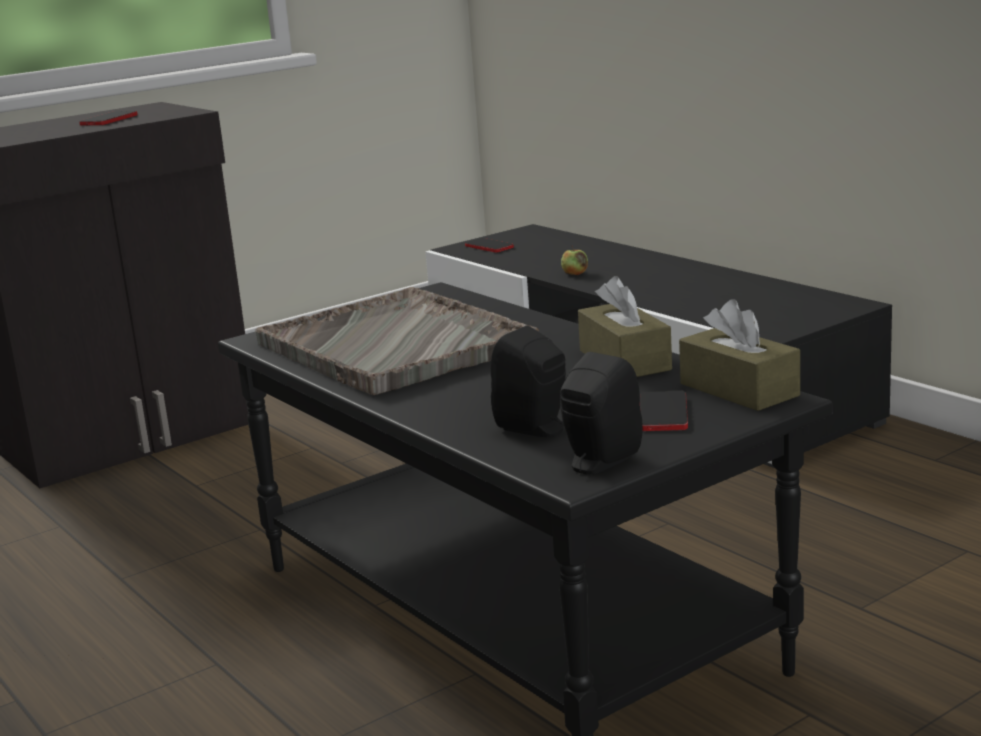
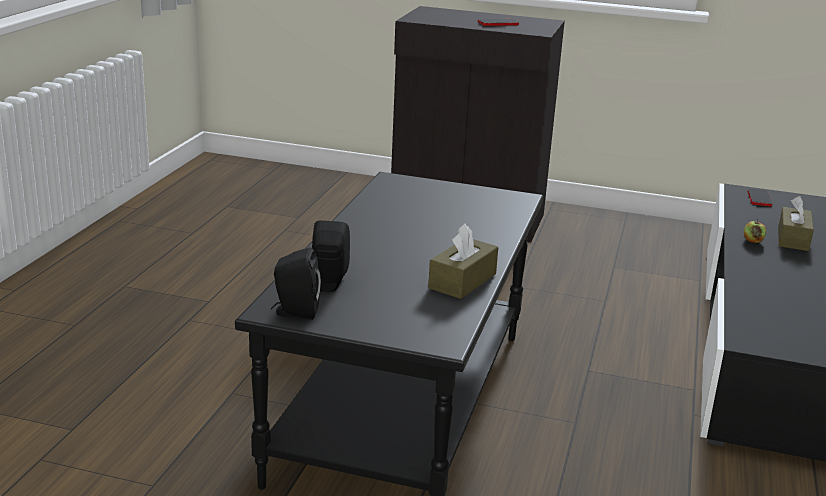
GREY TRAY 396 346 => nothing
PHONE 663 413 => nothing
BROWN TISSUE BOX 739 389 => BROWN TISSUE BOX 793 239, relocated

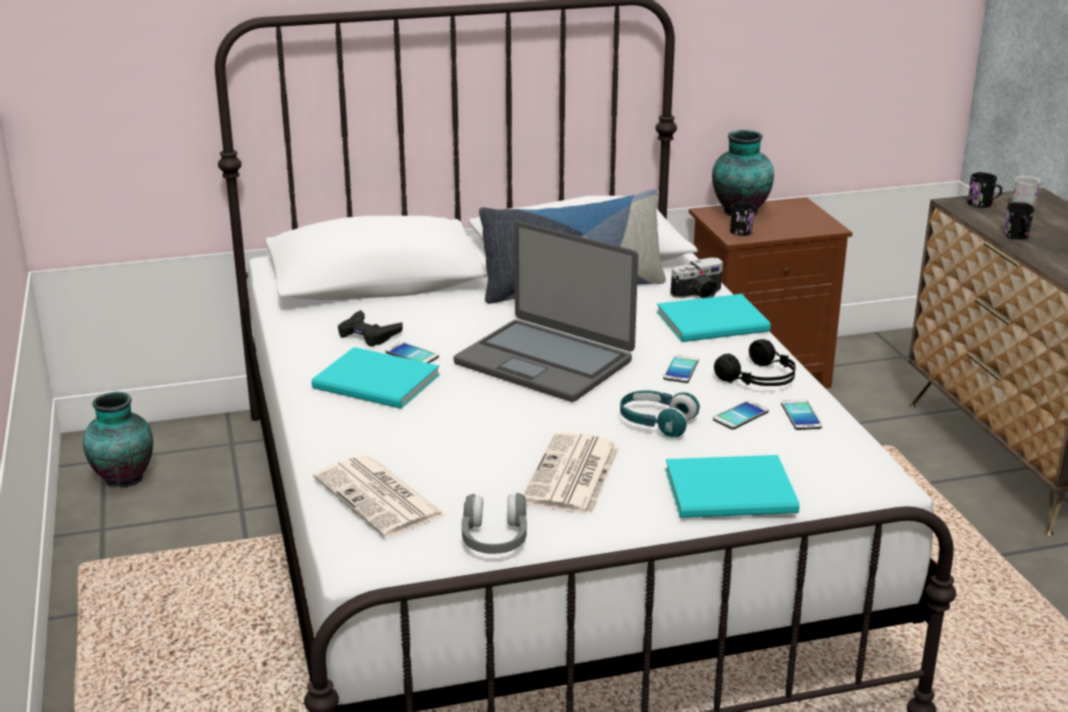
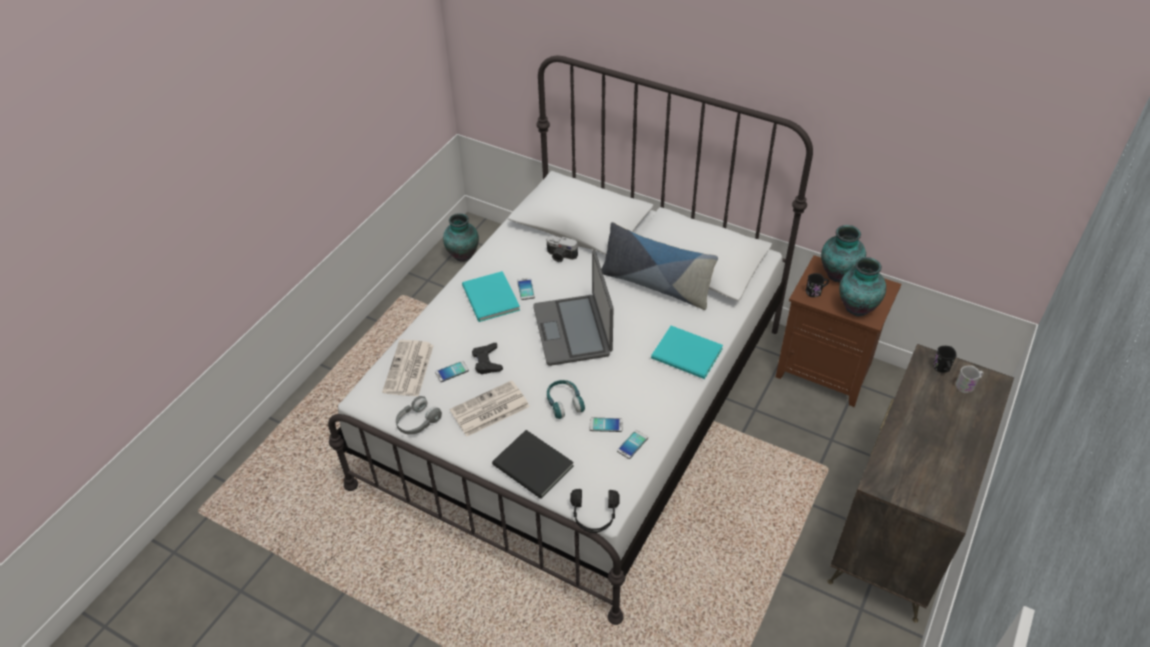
BLACK MUG 1017 237 => nothing
nothing => VASE 856 307
BLACK GAME CONTROLLER 368 334 => BLACK GAME CONTROLLER 487 361, relocated
PHONE 681 370 => PHONE 452 371, relocated
PHOTO CAMERA 699 295 => PHOTO CAMERA 560 256, relocated
BLACK HEADPHONES 760 379 => BLACK HEADPHONES 594 515, relocated
TURQUOISE BOOK 734 492 => BLACK BOOK 533 467

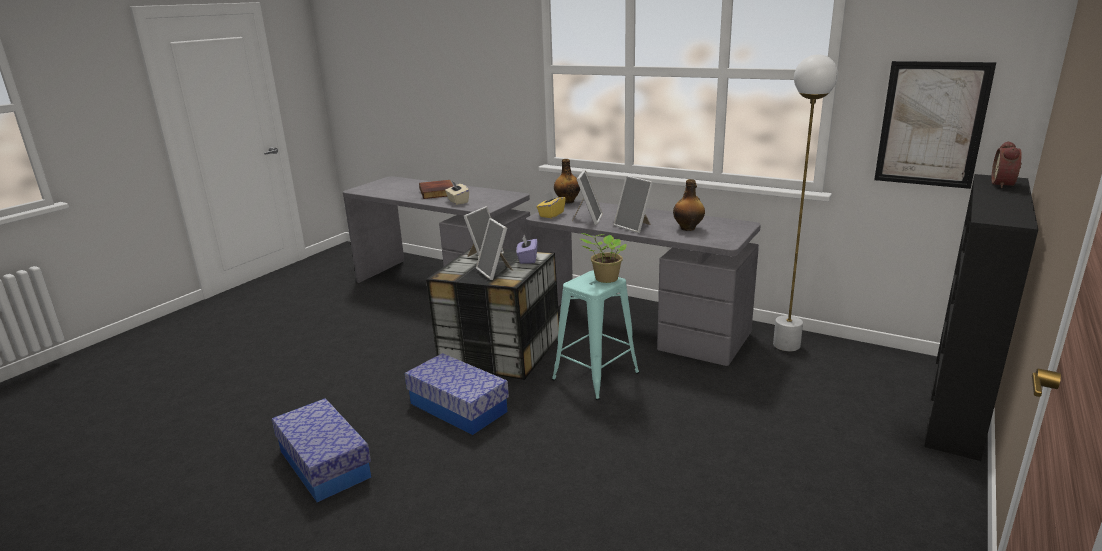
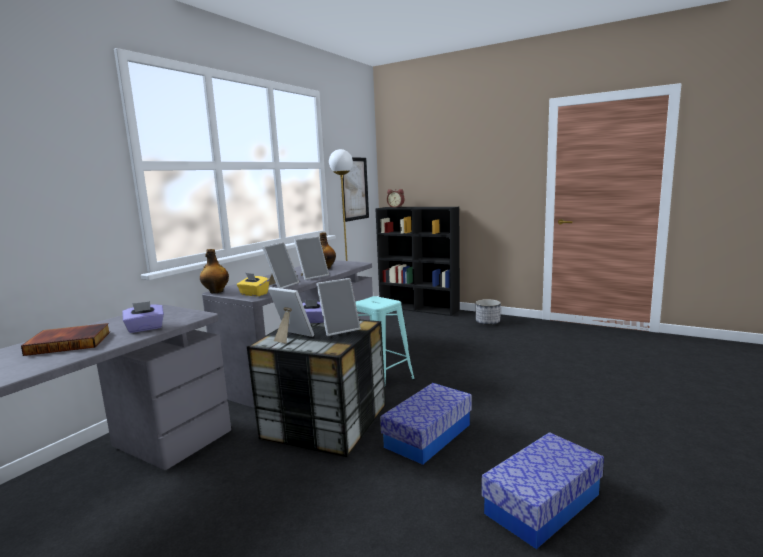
POTTED PLANT 605 279 => nothing
nothing => PLANTER 487 322
BEIGE TISSUE BOX 457 201 => PURPLE TISSUE BOX 145 328
PICTURE FRAME 587 219 => PICTURE FRAME 281 285, 105 degrees clockwise

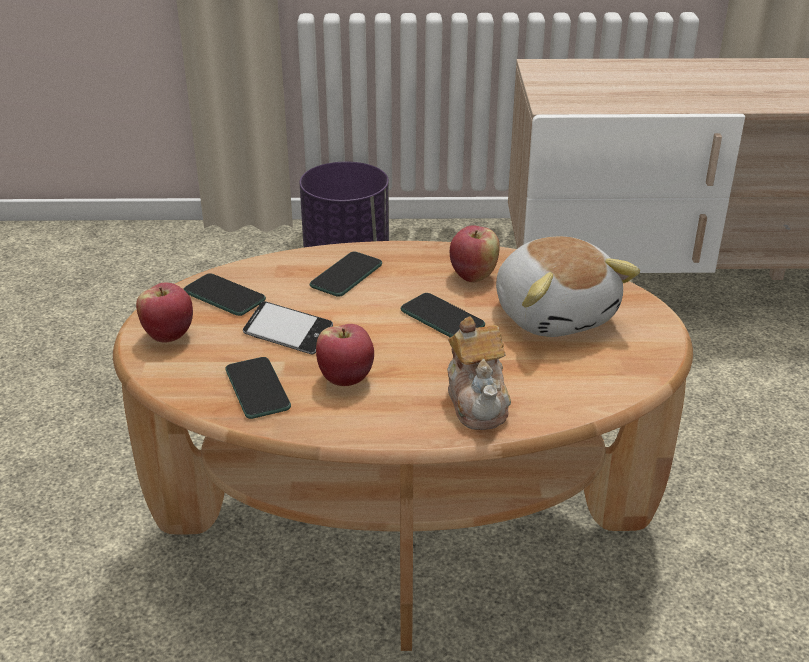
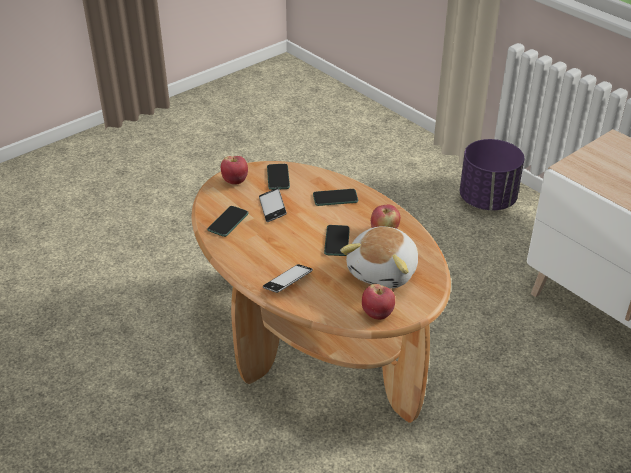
APPLE 346 379 => APPLE 377 314, relocated
TEAPOT 478 401 => PHONE 288 282

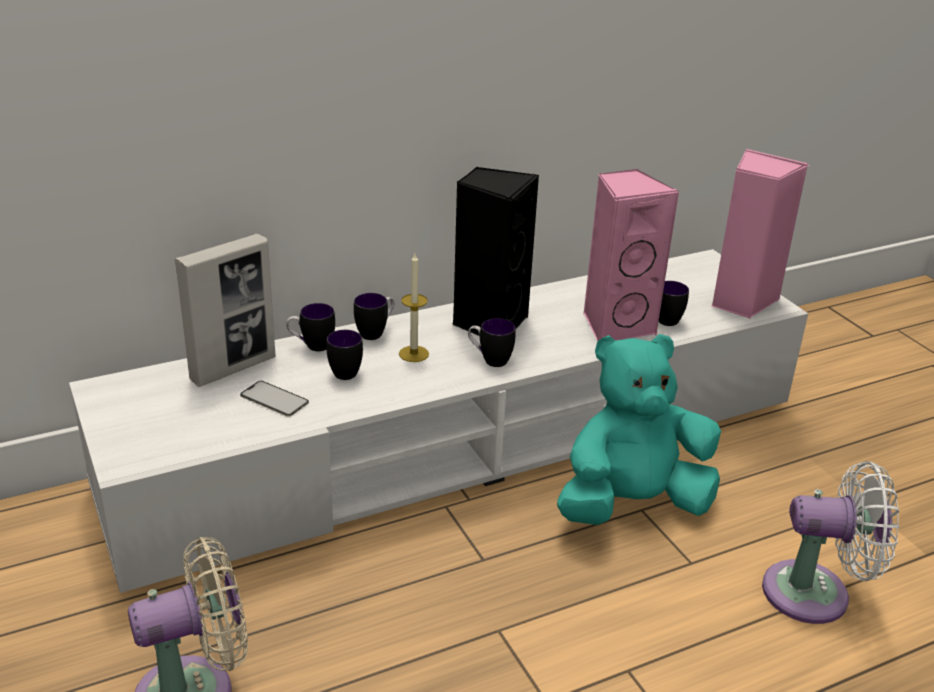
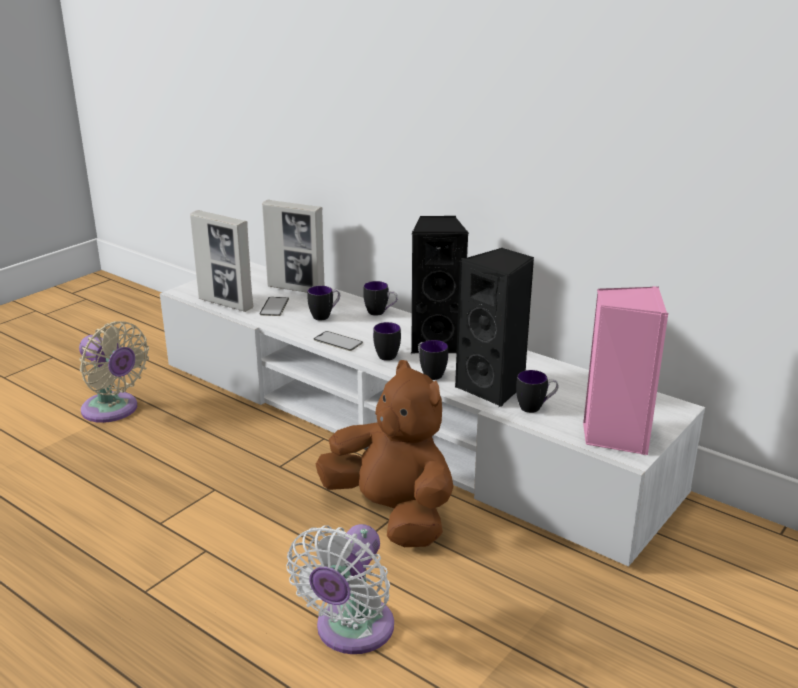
CANDLE 413 354 => nothing
nothing => PICTURE FRAME 226 303
nothing => PHONE 338 341
MUG 312 346 => MUG 430 373, relocated
TURQUOISE PLUSH TOY 631 504 => BROWN PLUSH TOY 392 513
PINK SPEAKER 616 325 => BLACK SPEAKER 494 388
WHITE FAN 815 593 => WHITE FAN 351 632, 45 degrees clockwise

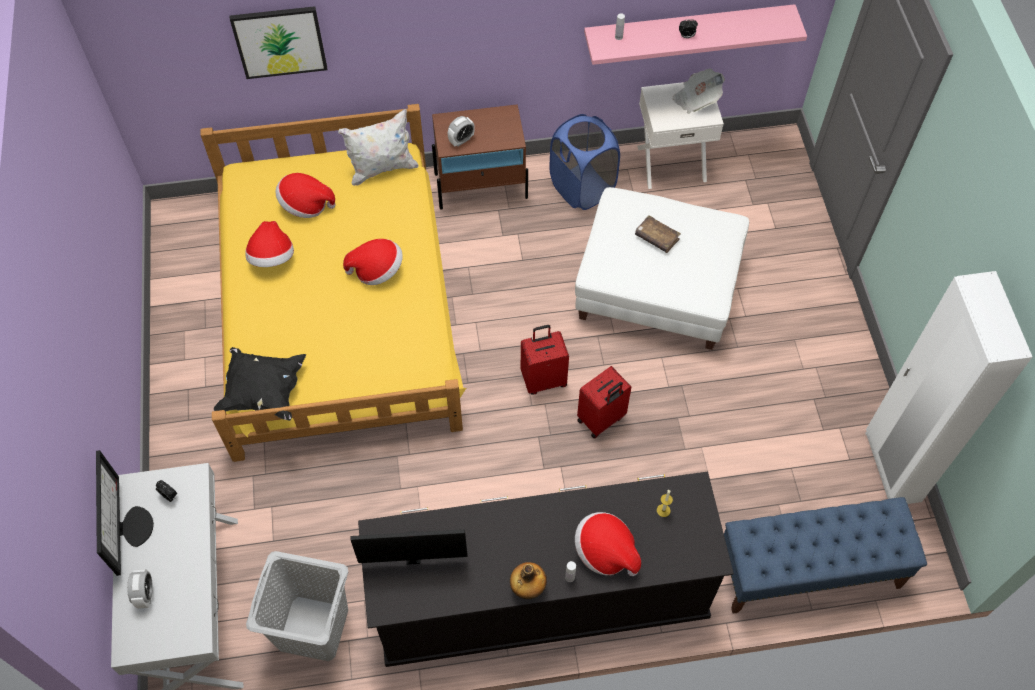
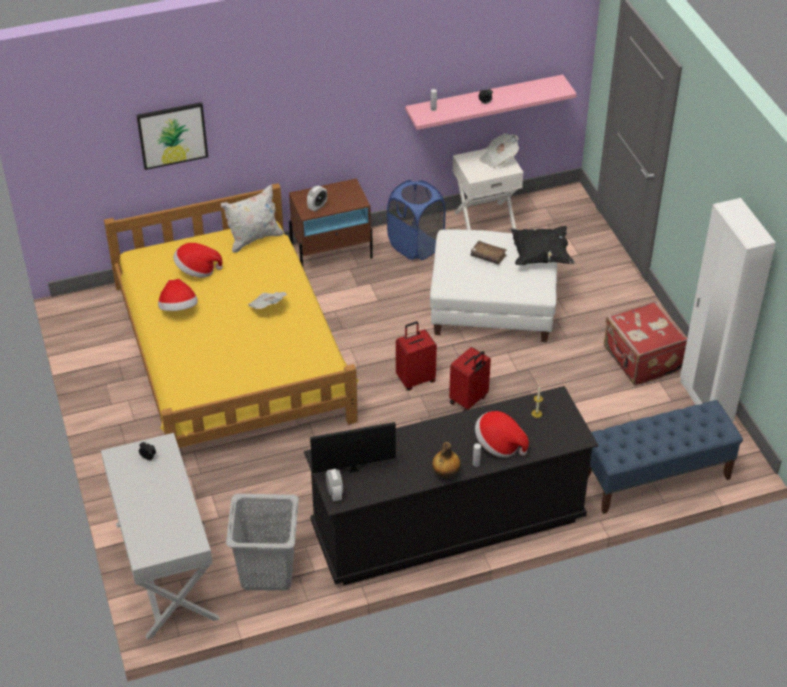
MONITOR 132 526 => nothing
nothing => RED SUITCASE 641 360
ALARM CLOCK 146 594 => ALARM CLOCK 334 493, relocated
BLACK PILLOW 263 391 => BLACK PILLOW 540 256, relocated
HAT 377 270 => NEWSPAPER 267 307

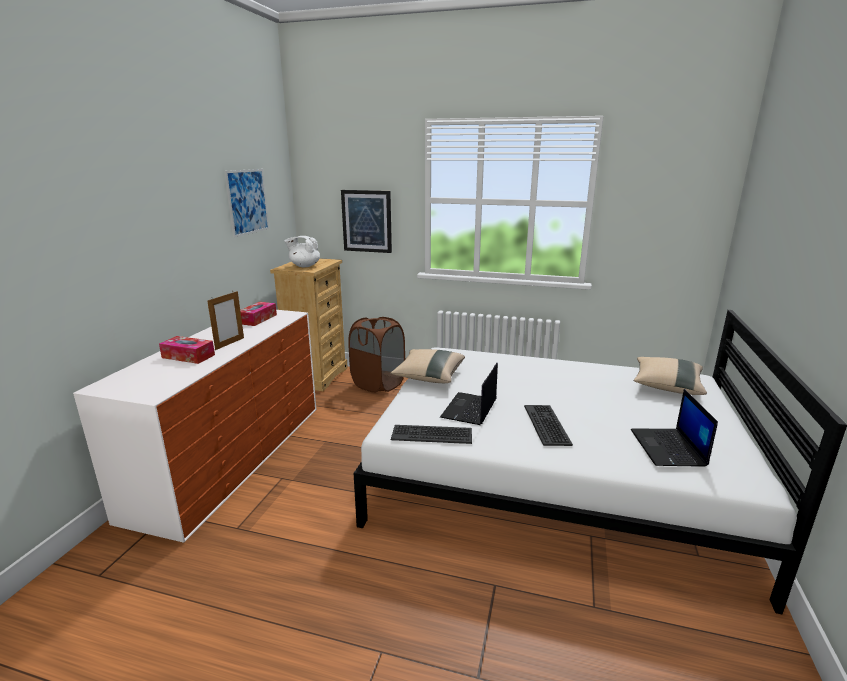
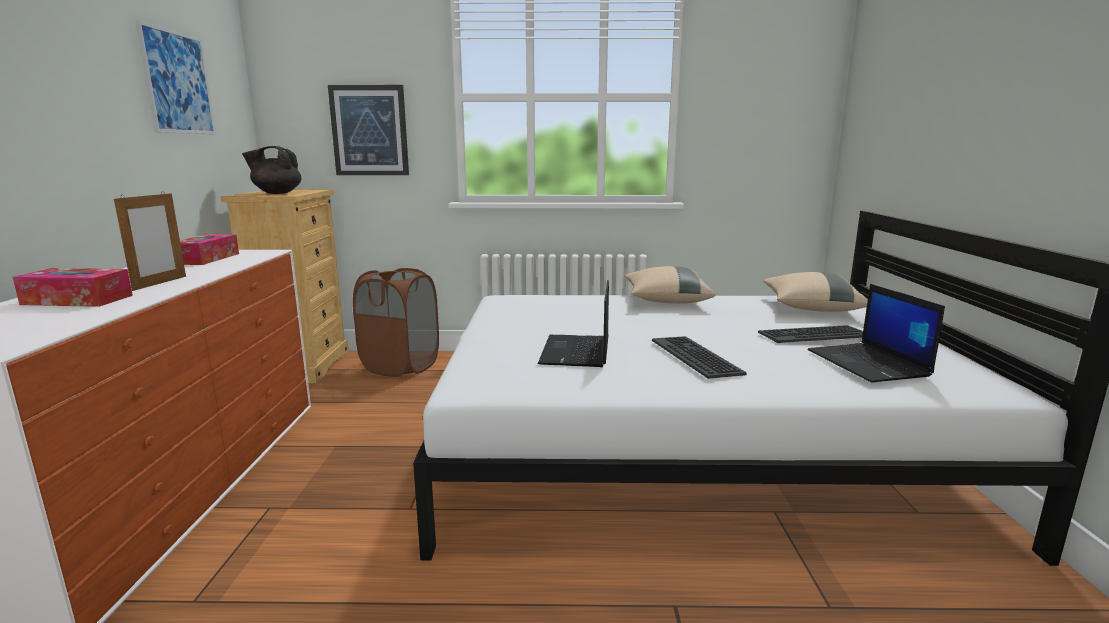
BEIGE PILLOW 429 376 => BEIGE PILLOW 666 301, relocated
KEYBOARD 432 434 => KEYBOARD 813 335, relocated
WHITE TEAPOT 304 266 => BLACK TEAPOT 277 193

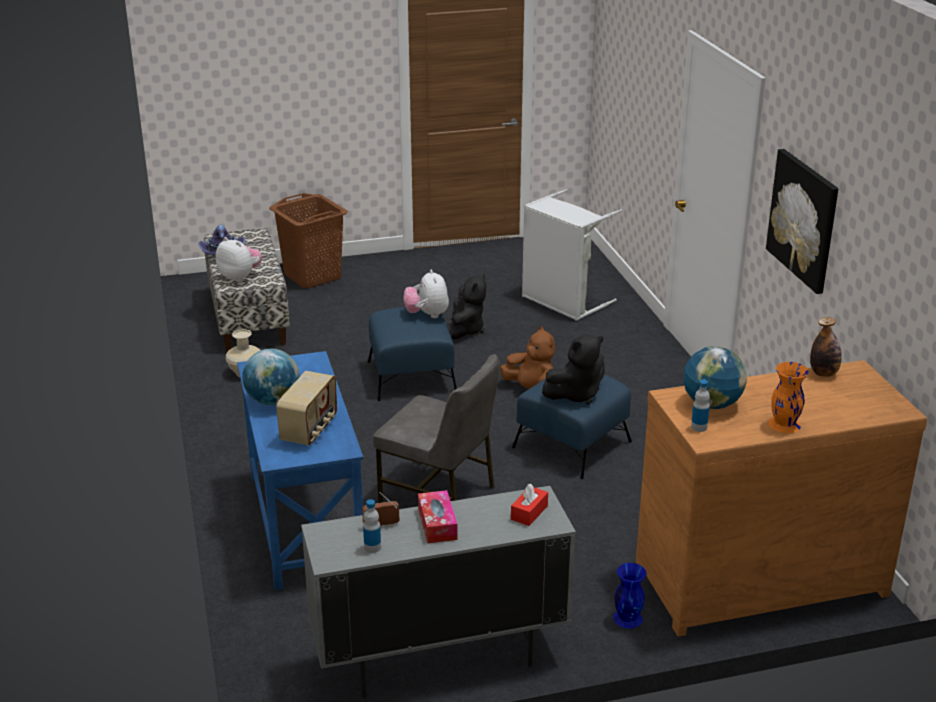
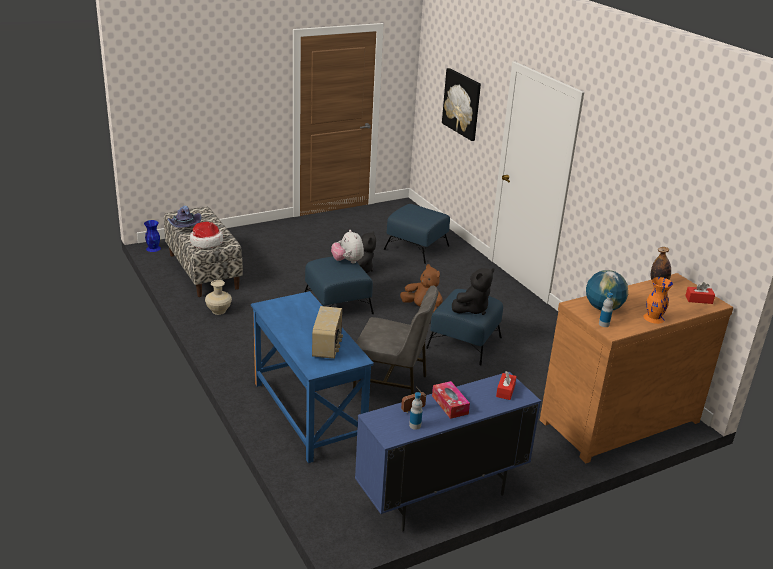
GLOBE 273 401 => nothing
BROWN LAUNDRY BASKET 312 276 => nothing
nothing => RED TISSUE BOX 698 299
BLUE VASE 627 618 => BLUE VASE 153 248, relocated
PICTURE 803 219 => PICTURE 462 104, relocated
PLUSH TOY 240 277 => HAT 206 242
GREY LAUNDRY BASKET 562 302 => BLUE OTTOMAN 416 247
GREY CABINET 439 659 => BLUE CABINET 441 497

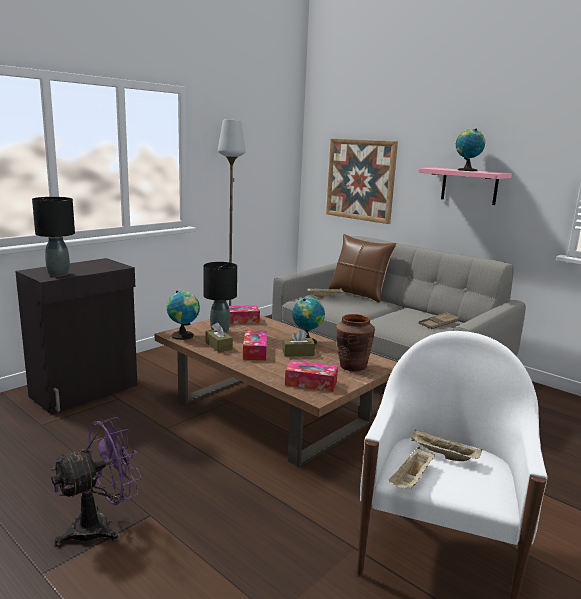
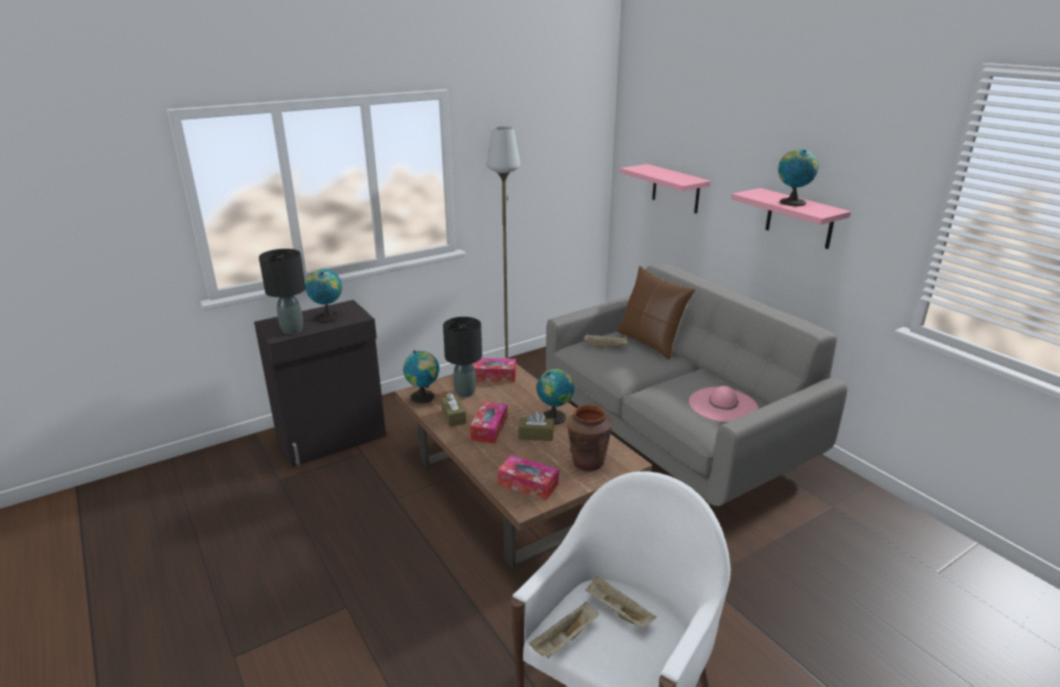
PURPLE FAN 100 526 => nothing
nothing => GLOBE 327 316
PICTURE 360 180 => PINK SHELF 676 189
BROWN TRAY 439 324 => PINK HAT 723 405

